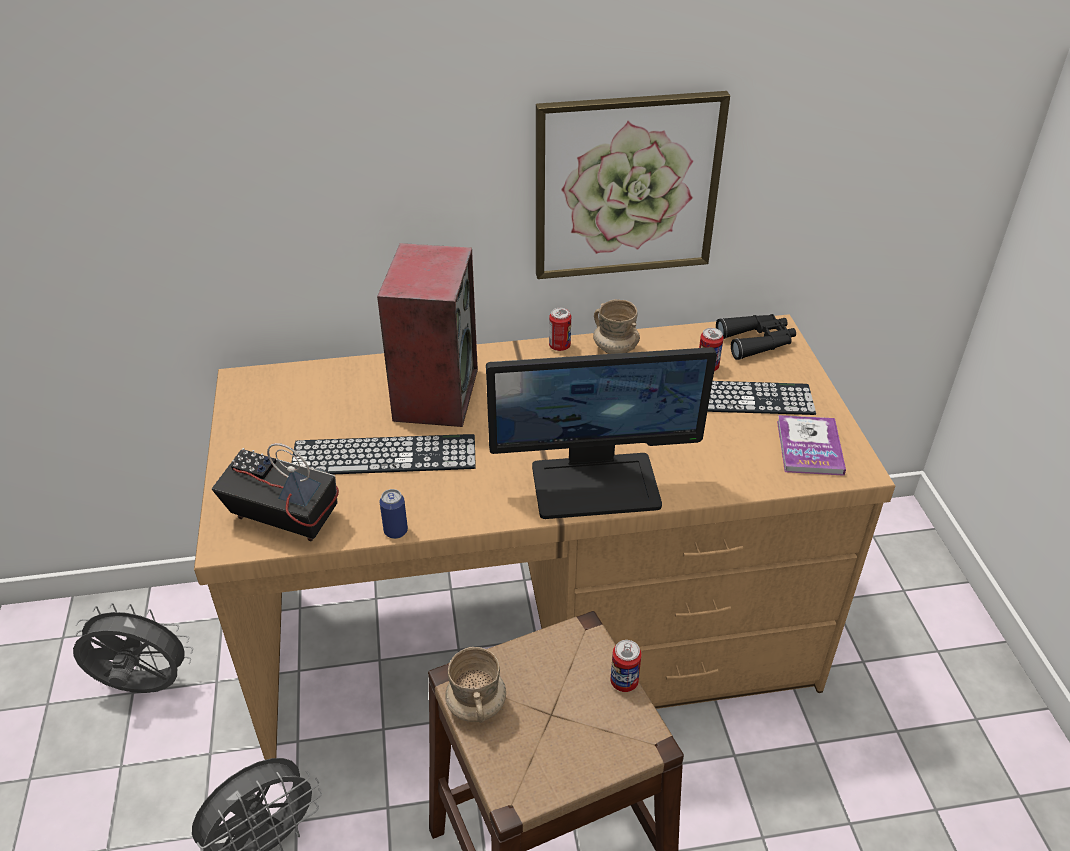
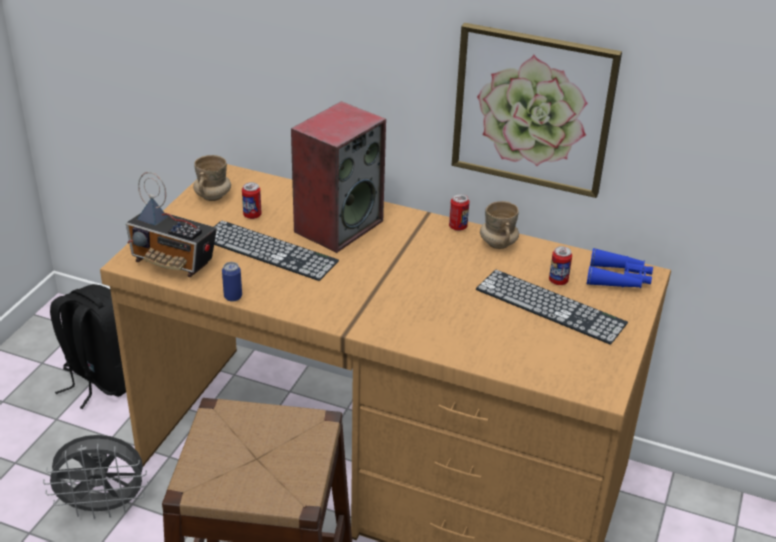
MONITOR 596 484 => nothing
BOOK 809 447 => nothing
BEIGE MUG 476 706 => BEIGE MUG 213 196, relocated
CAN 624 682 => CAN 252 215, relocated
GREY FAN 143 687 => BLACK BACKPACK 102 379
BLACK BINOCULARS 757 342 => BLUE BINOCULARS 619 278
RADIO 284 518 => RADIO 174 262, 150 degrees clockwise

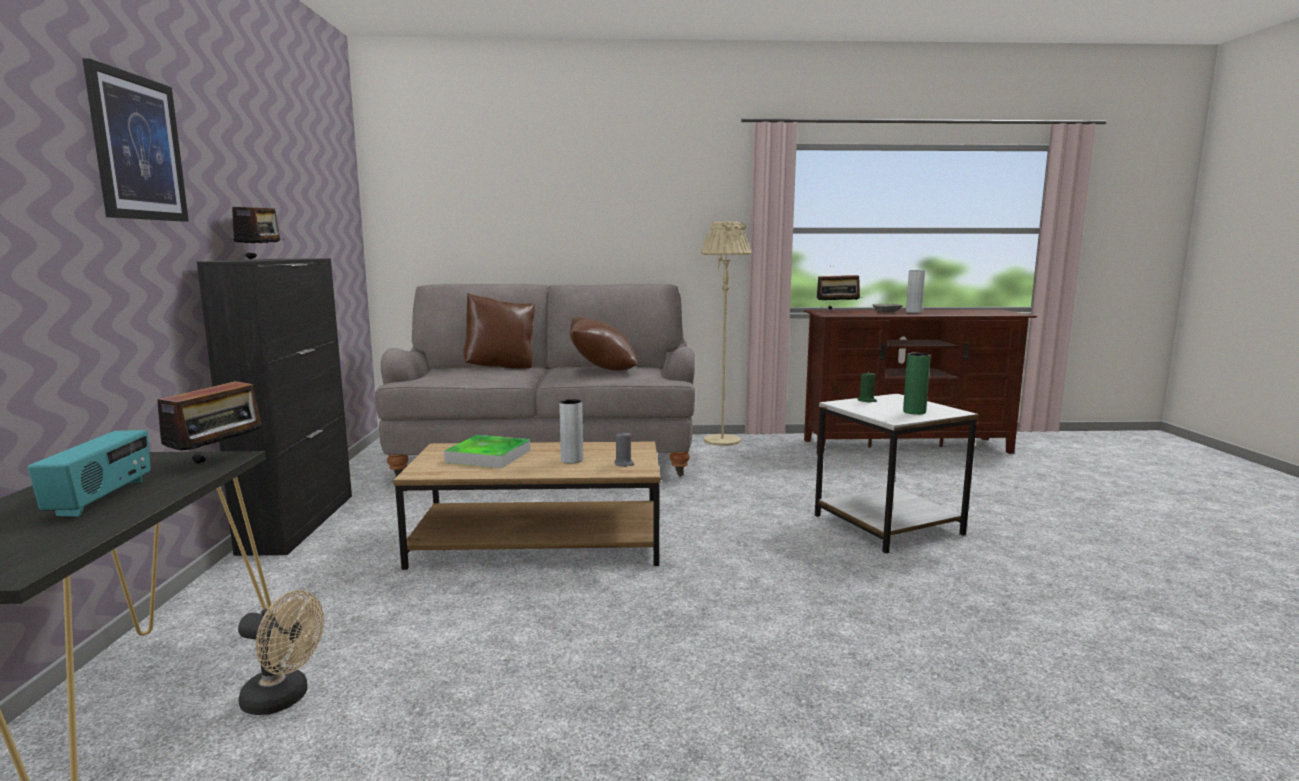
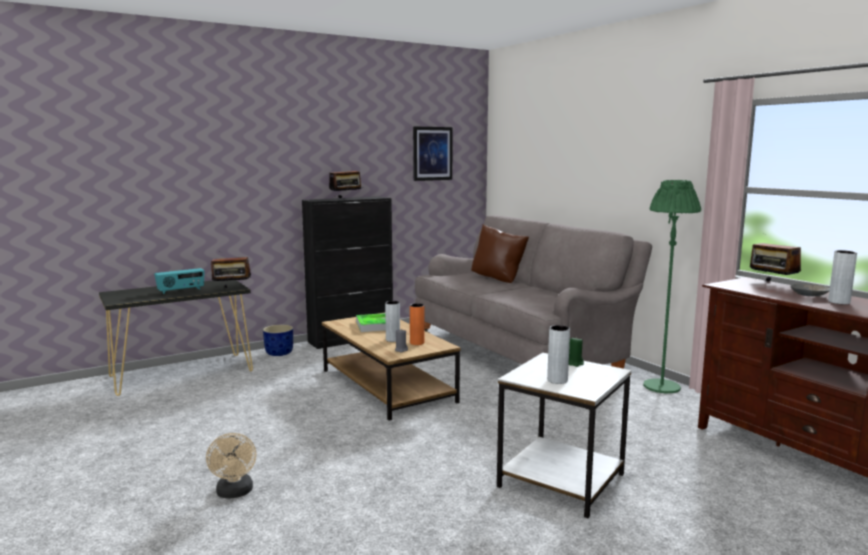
BROWN PILLOW 602 370 => nothing
nothing => BLUE PLANTER 279 353
nothing => ORANGE VASE 417 343
PICTURE 137 148 => PICTURE 432 153, relocated
BEIGE FAN 284 699 => BEIGE FAN 235 493, relocated
BEIGE FLOOR LAMP 722 440 => GREEN FLOOR LAMP 661 386
GREEN VASE 914 412 => GREY VASE 557 380

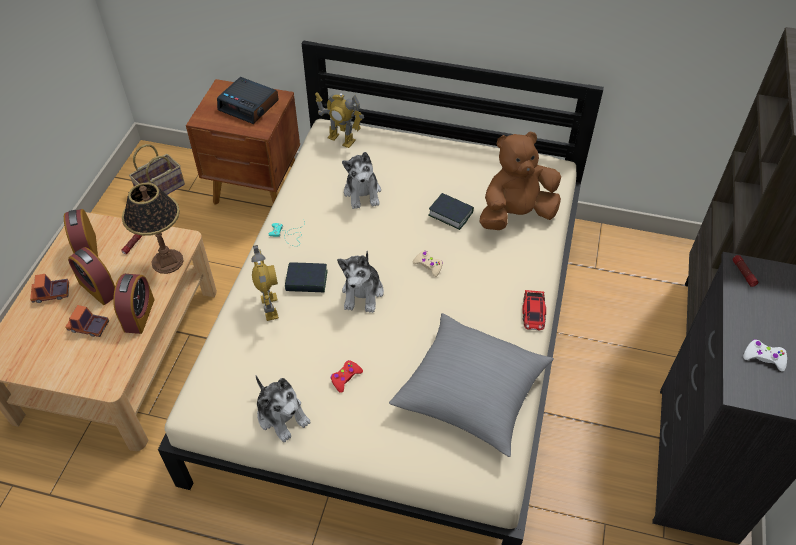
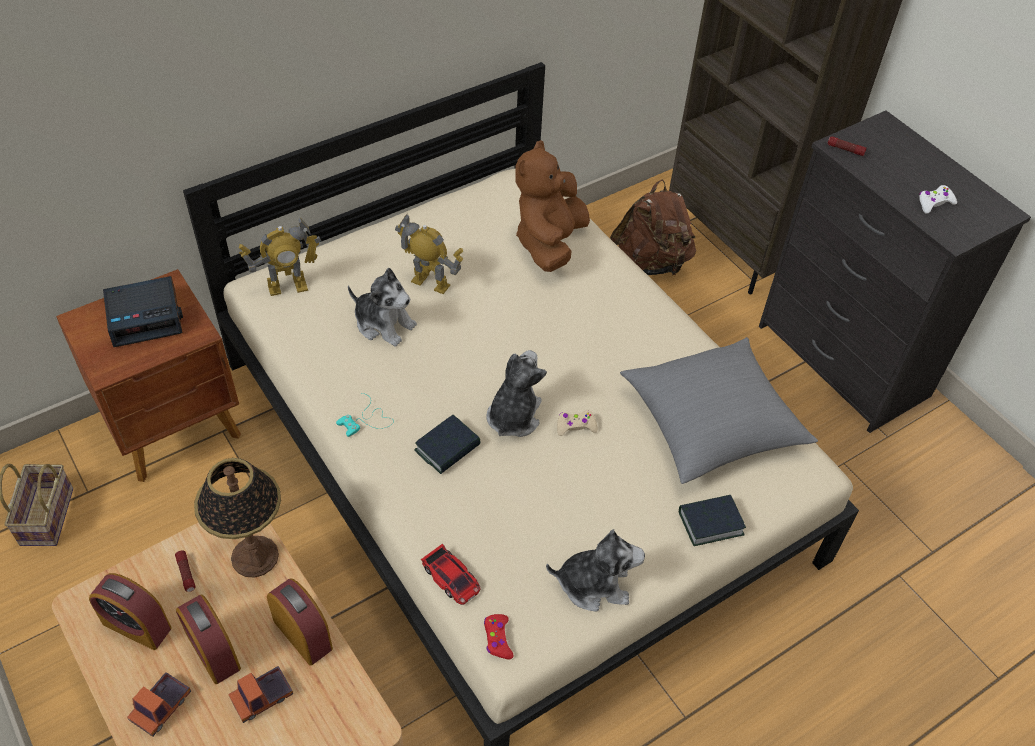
nothing => BROWN BACKPACK 650 263
TOY ROBOT 270 307 => TOY ROBOT 430 283, relocated
RED GAME CONTROLLER 345 378 => RED GAME CONTROLLER 497 639, relocated
BEIGE GAME CONTROLLER 428 265 => BEIGE GAME CONTROLLER 575 426, relocated
BOOK 450 214 => BOOK 710 523, relocated
TOY CAR 533 313 => TOY CAR 451 578, relocated
ALARM CLOCK 98 288 => ALARM CLOCK 213 651, 60 degrees clockwise
PLUSH TOY 363 293 => PLUSH TOY 513 416, 120 degrees counterclockwise

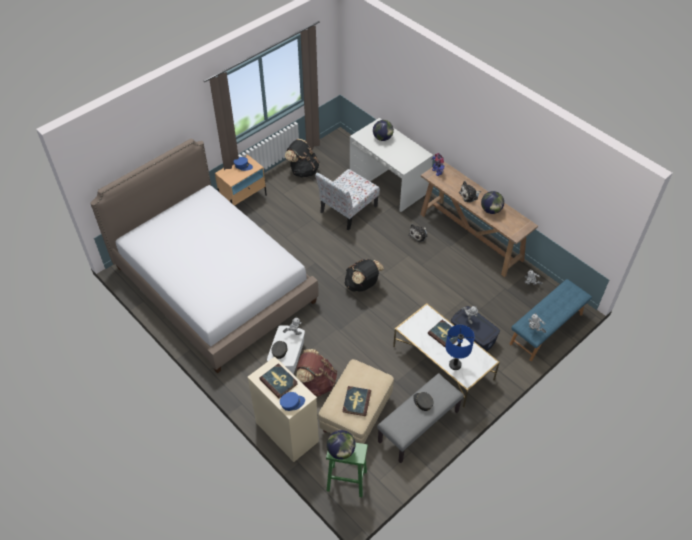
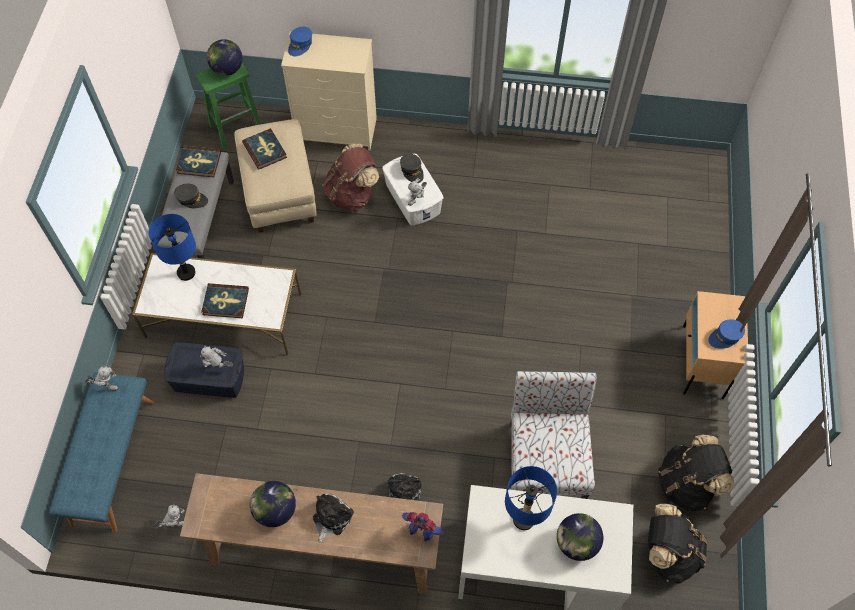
BED 214 284 => nothing
nothing => BLUE TABLE LAMP 523 520
BOOK 278 381 => BOOK 199 163, relocated
BLACK BACKPACK 362 285 => BLACK BACKPACK 668 552, relocated

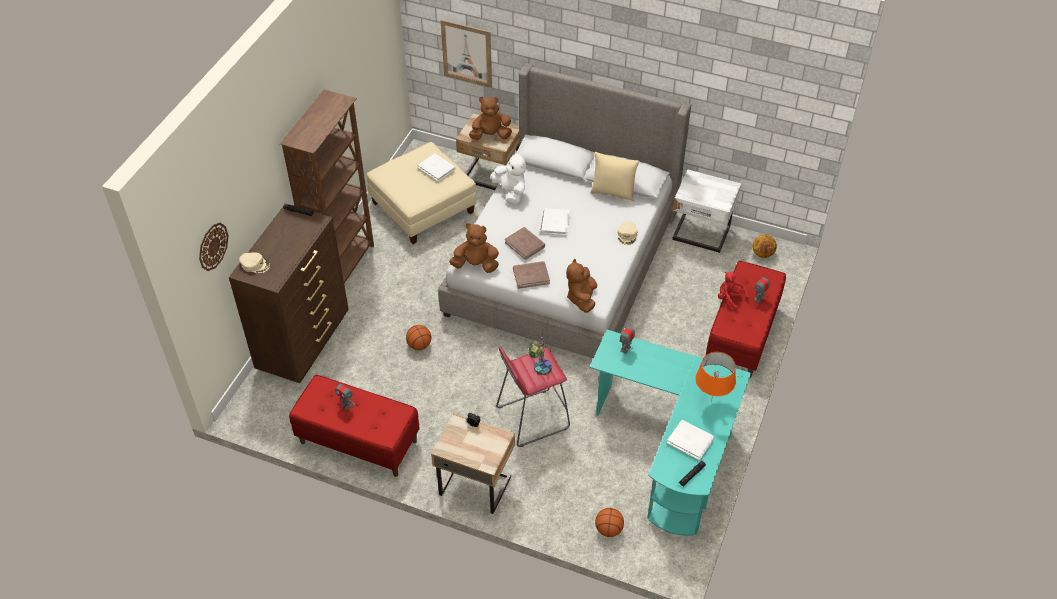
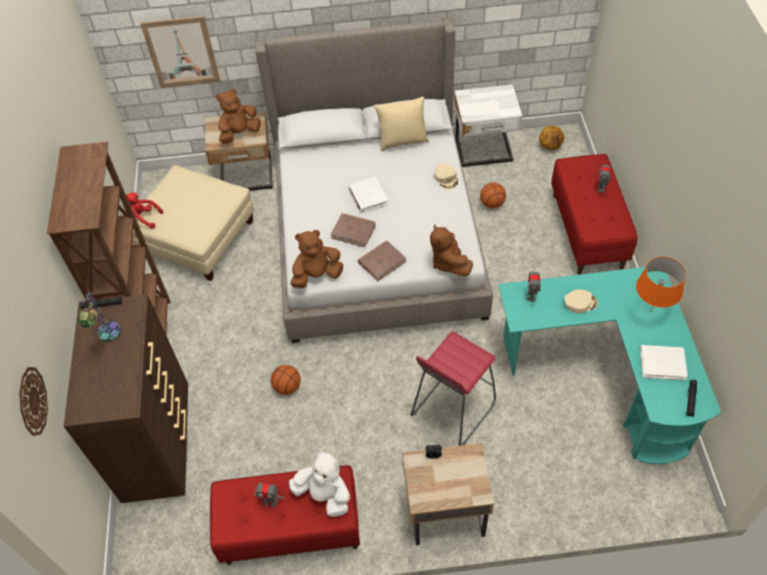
WHITE BOOK 437 169 => nothing
BEIGE CAP 255 264 => BEIGE CAP 580 303, relocated
WHITE PLUSH TOY 510 192 => WHITE PLUSH TOY 324 495, relocated
TABLE LAMP 540 371 => TABLE LAMP 108 338, relocated
BASKETBALL 608 529 => BASKETBALL 492 204, relocated
RED PLUSH TOY 730 298 => RED PLUSH TOY 144 218, relocated

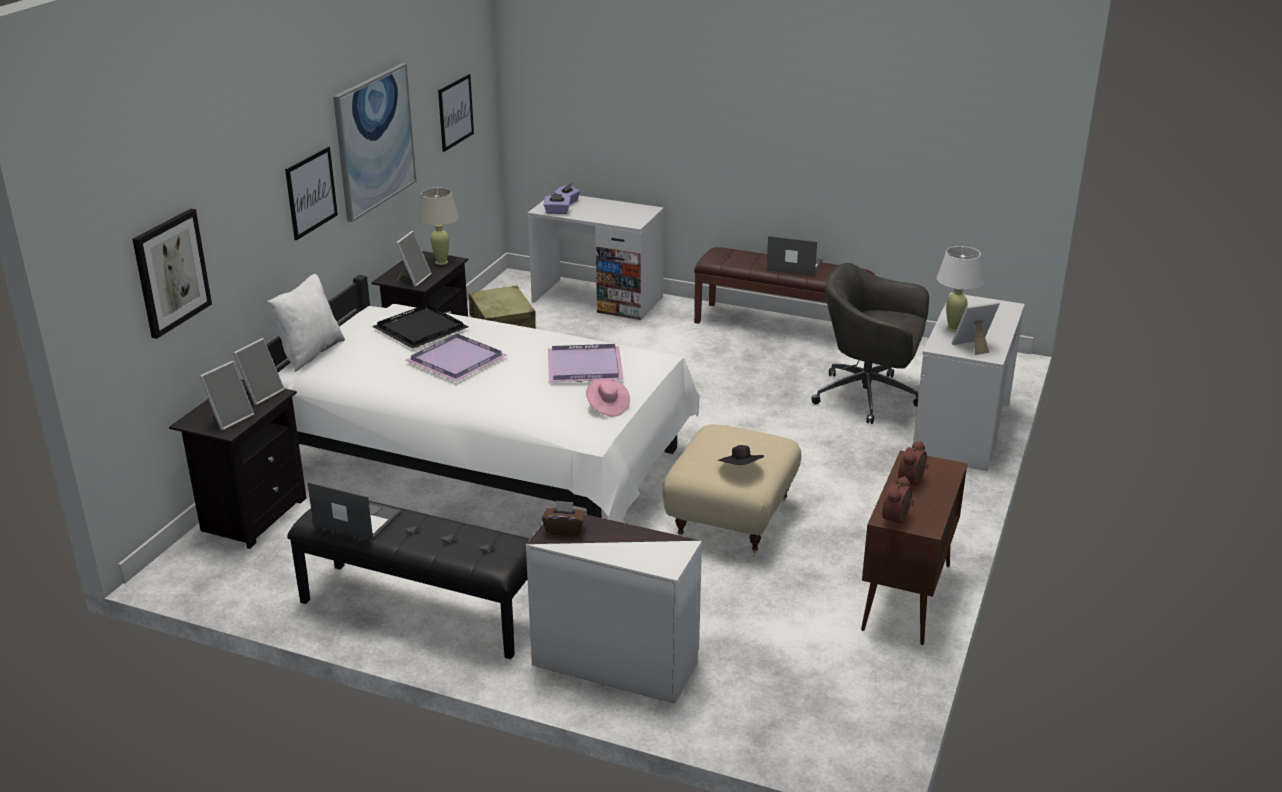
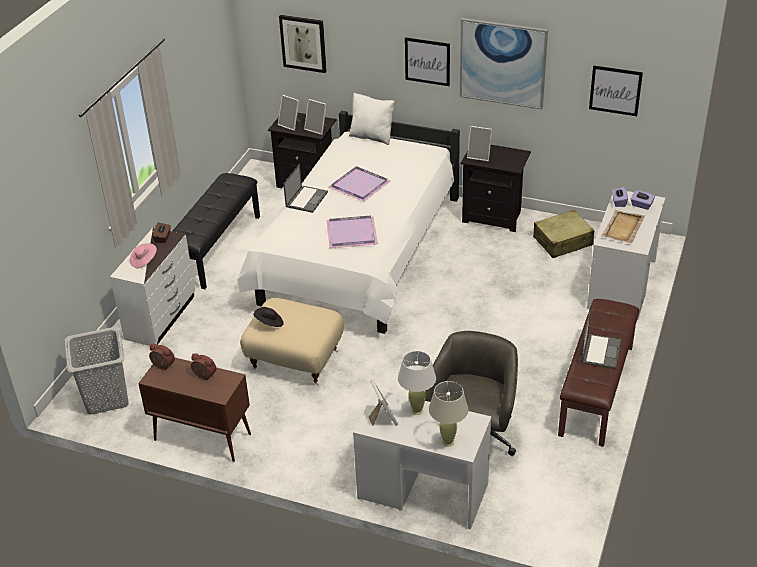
BLACK TRAY 421 328 => nothing
nothing => GREY LAUNDRY BASKET 107 398
nothing => BEIGE TRAY 622 228
LAPTOP 356 519 => LAPTOP 306 199, relocated
BEIGE TABLE LAMP 441 262 => BEIGE TABLE LAMP 448 441, relocated
PINK HAT 607 407 => PINK HAT 143 261, relocated

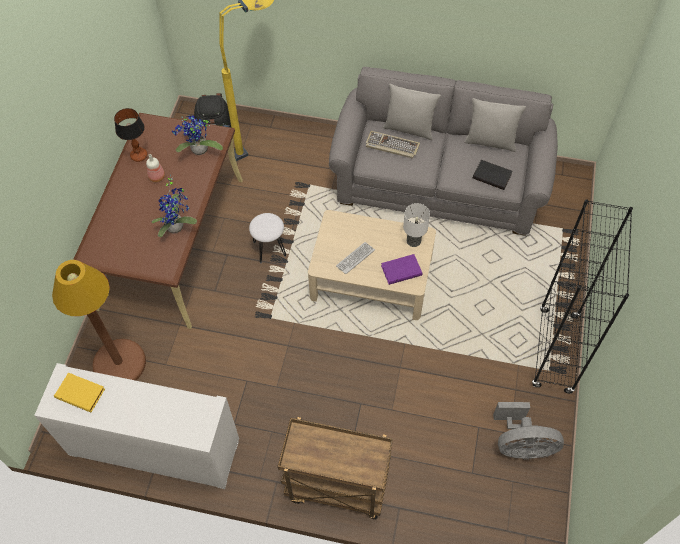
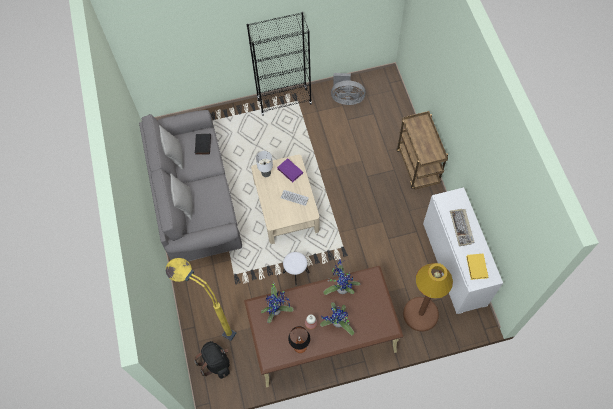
nothing => POTTED PLANT 337 323
KEYBOARD 391 146 => KEYBOARD 462 228, relocated
GREY FAN 521 445 => GREY FAN 346 99, 120 degrees clockwise

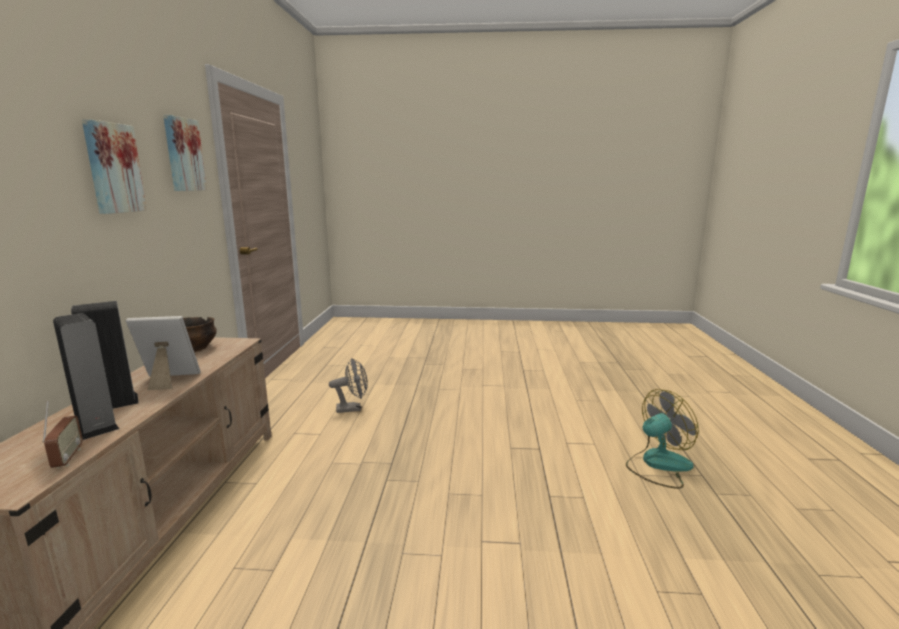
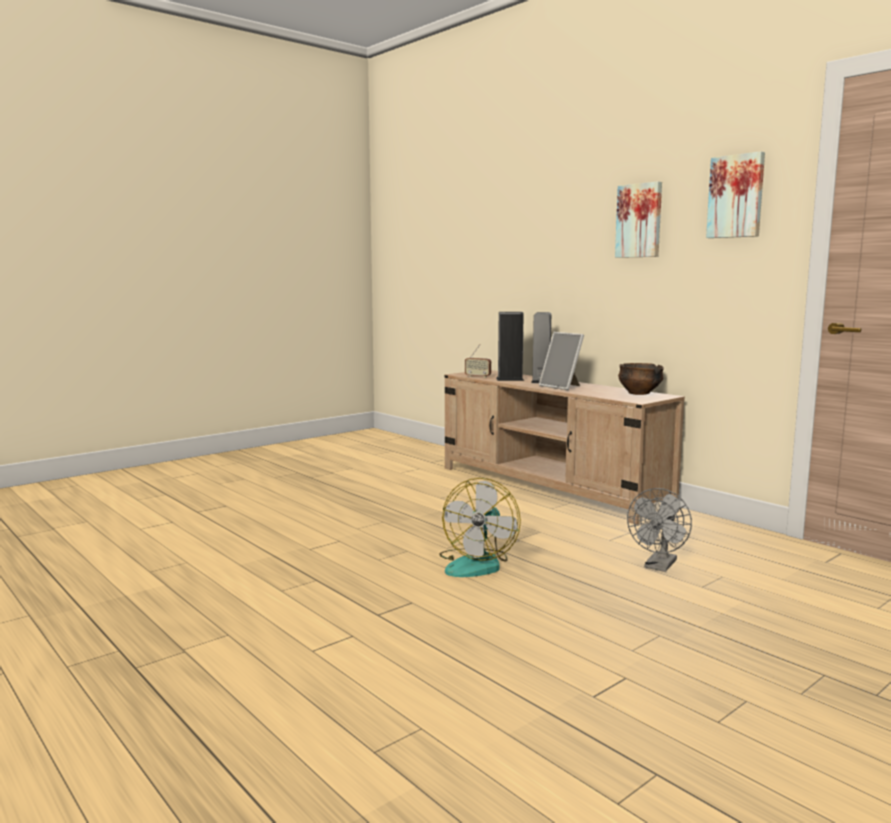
FAN 658 465 => FAN 477 564, relocated
PICTURE FRAME 168 381 => PICTURE FRAME 562 387, 105 degrees clockwise

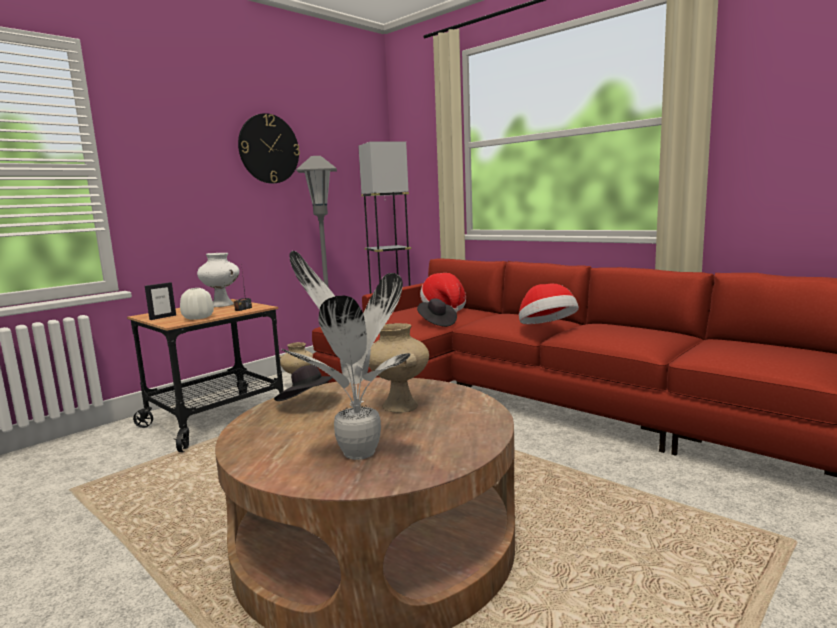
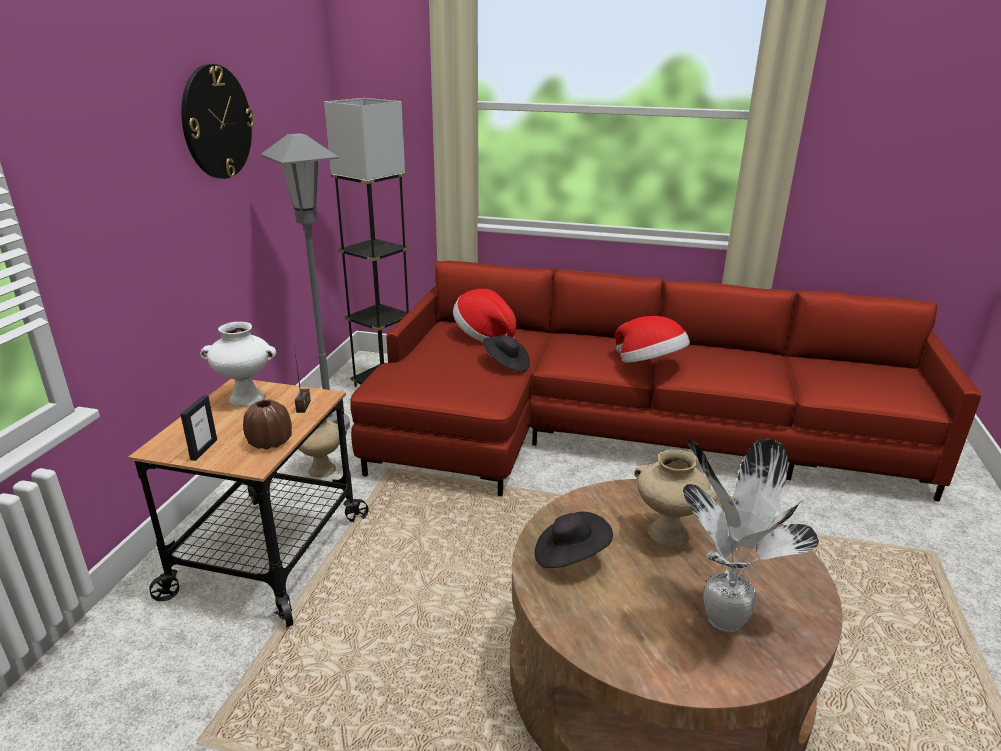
WHITE VASE 198 318 => BROWN VASE 270 442

